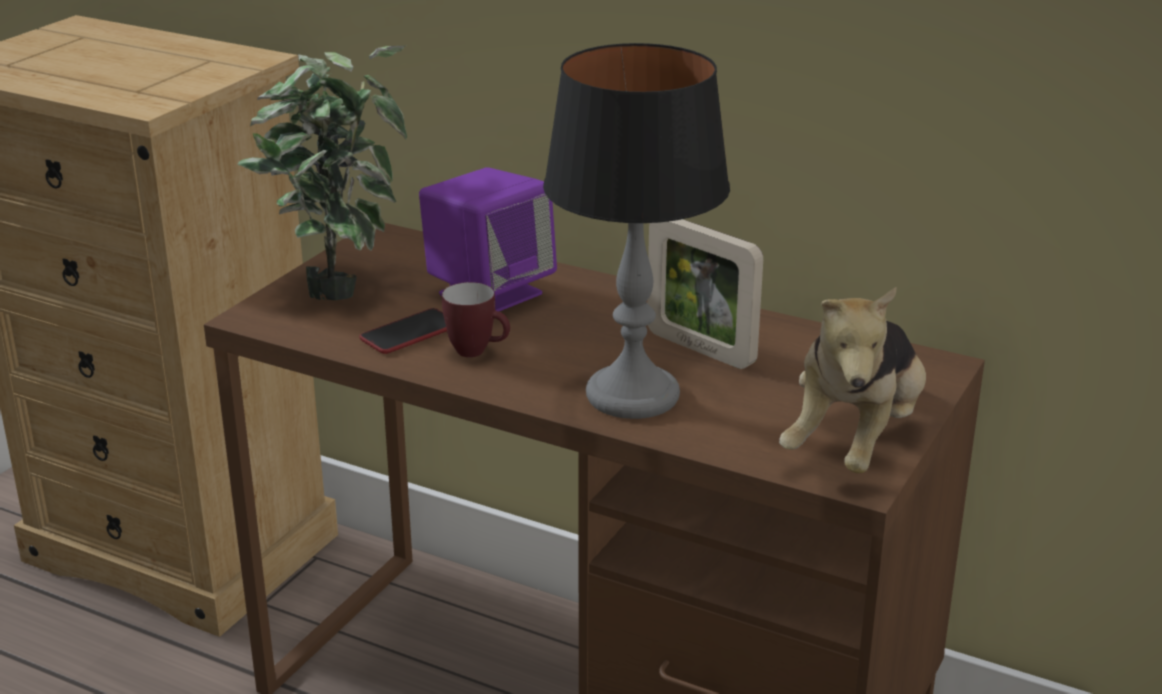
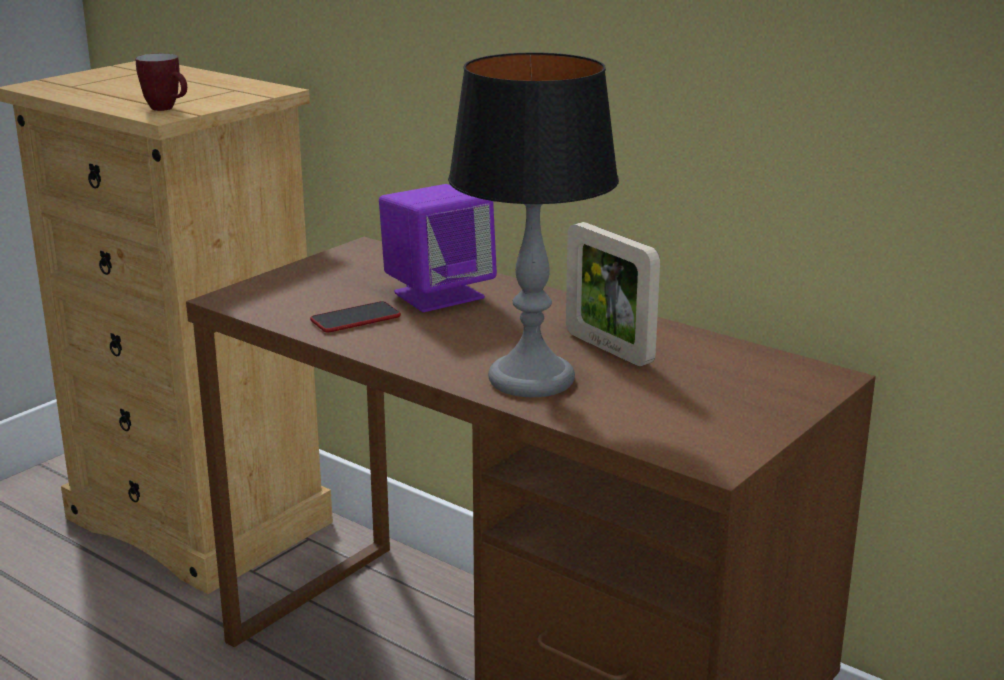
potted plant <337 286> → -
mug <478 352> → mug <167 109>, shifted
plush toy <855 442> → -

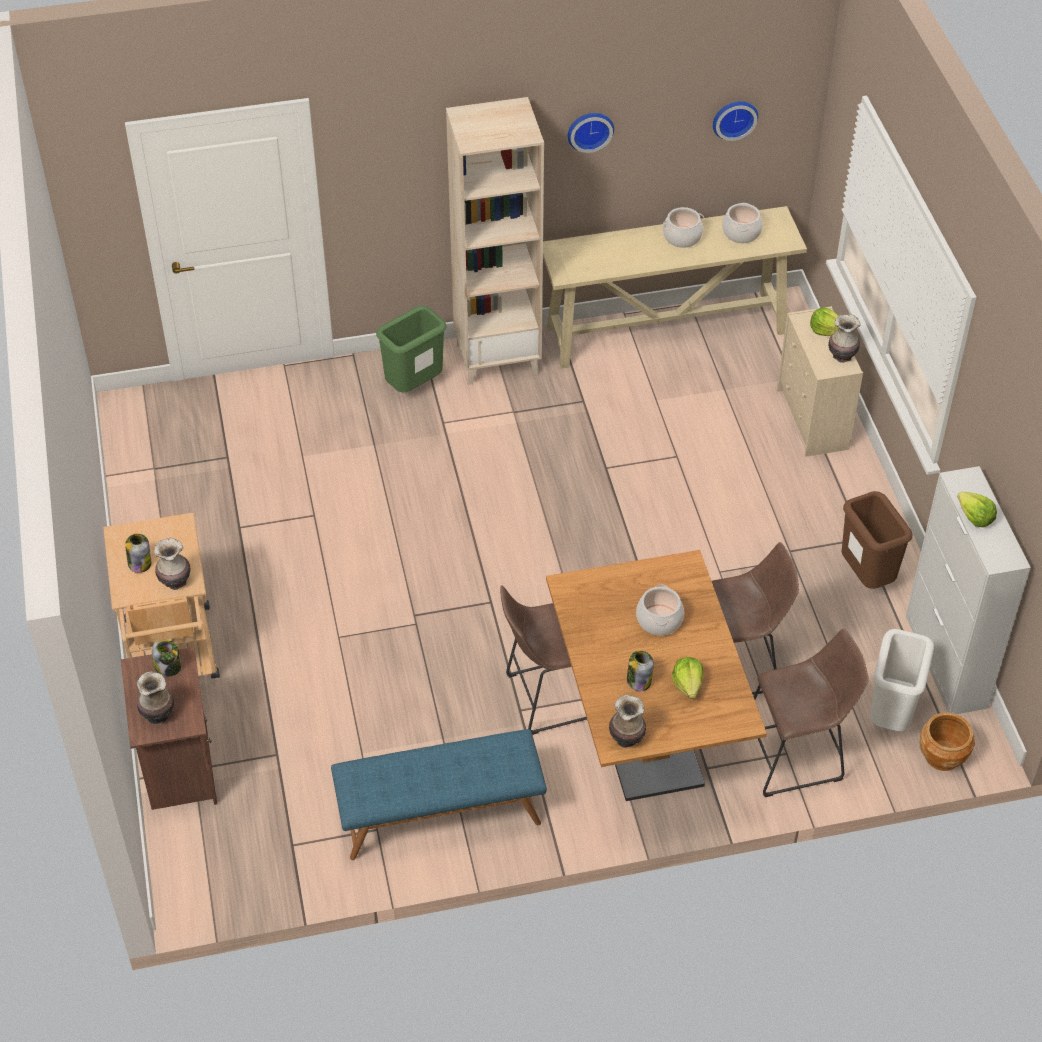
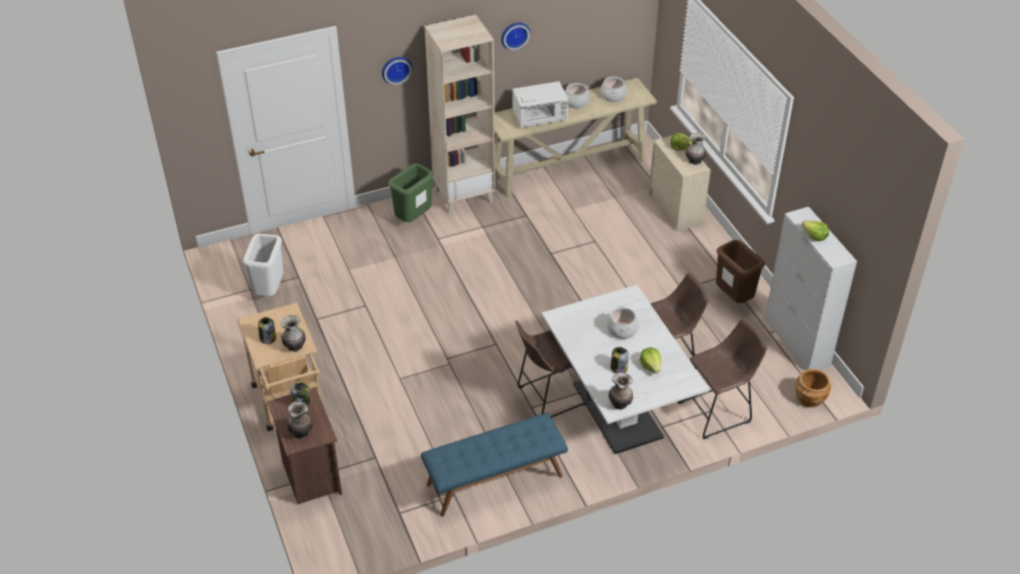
wall clock <734 118> → wall clock <396 69>, shifted
dining table (brown) <646 733> → dining table (white) <617 410>
trash can (white) <890 715> → trash can (white) <269 291>, shifted
- → microwave (white) <540 118>

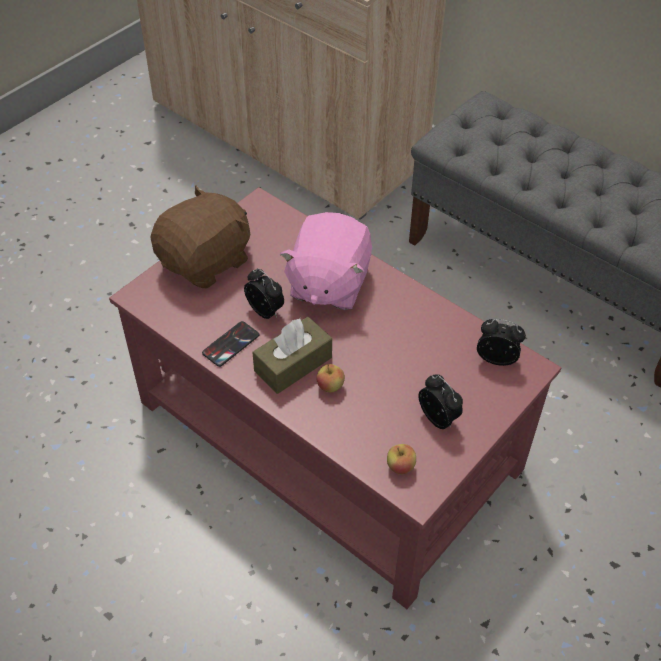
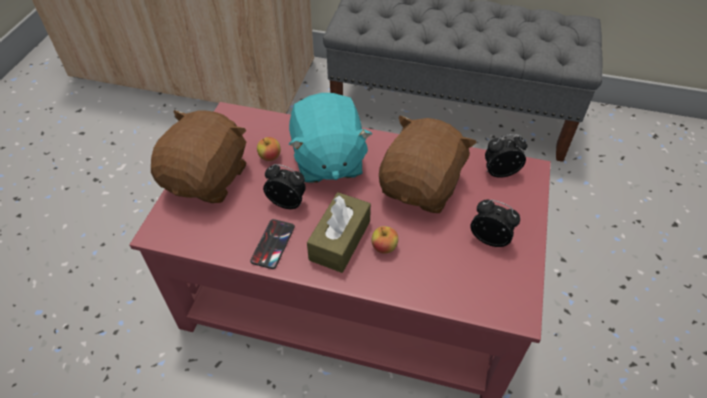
plush toy (pink) <328 284> → plush toy (turquoise) <327 160>
apple <400 466> → apple <270 157>, shifted
- → plush toy (brown) <421 187>

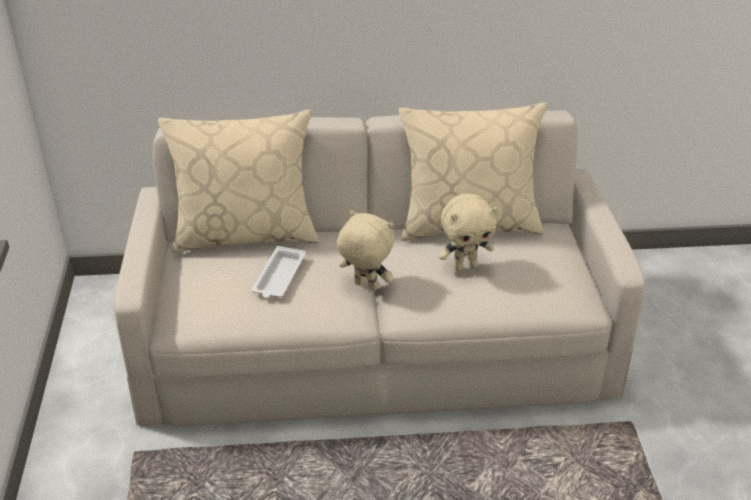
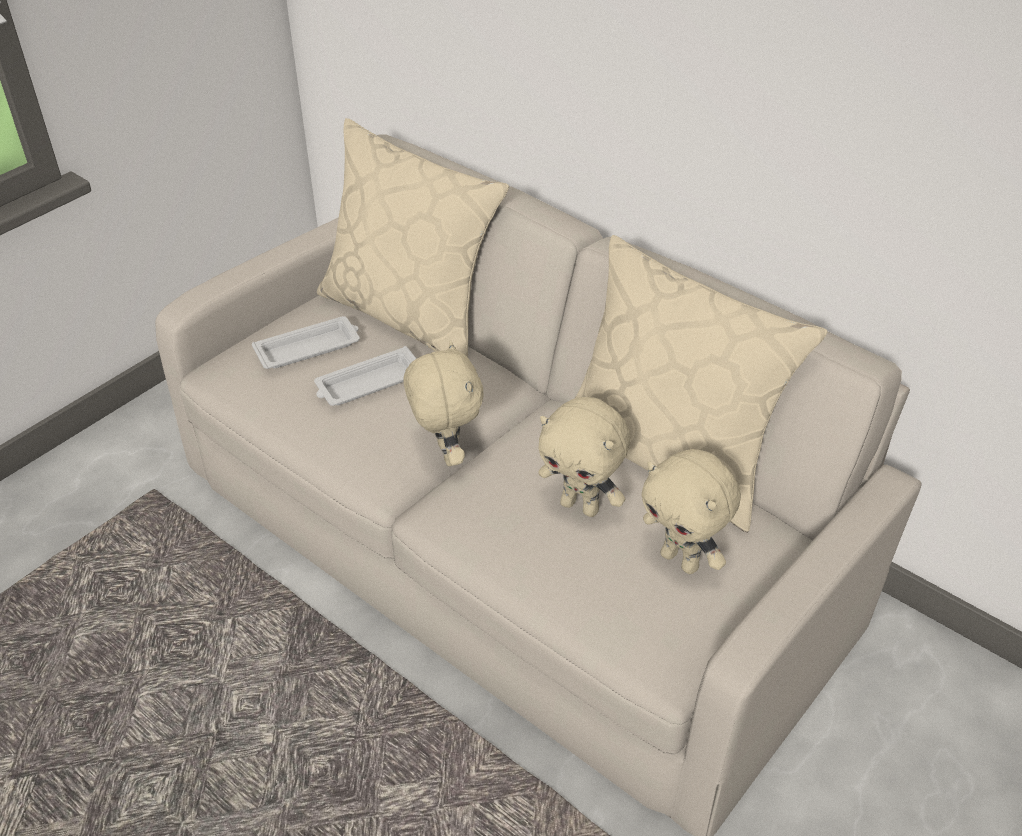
- → tray (white) <309 348>
- → plush toy (beige) <681 560>

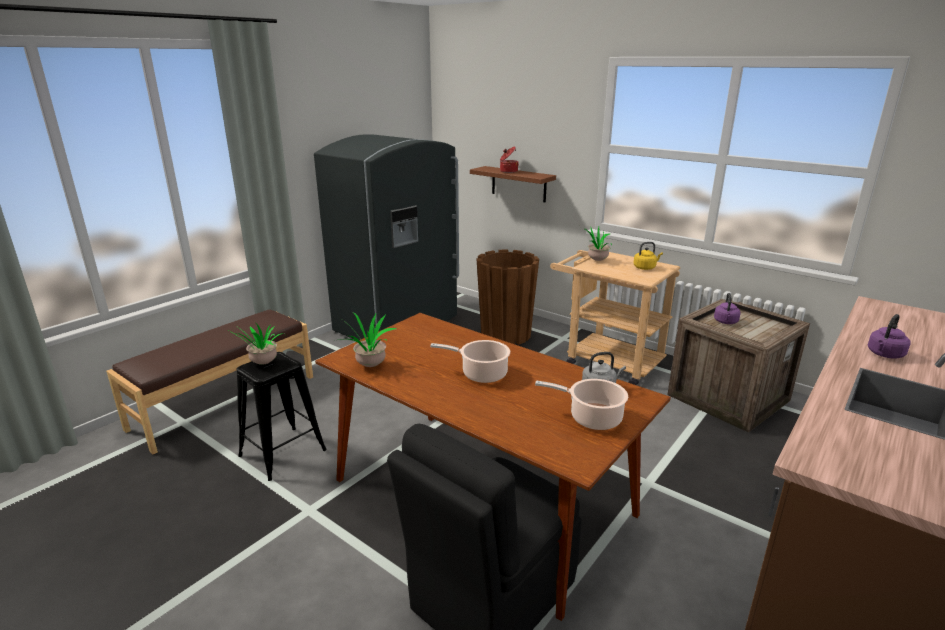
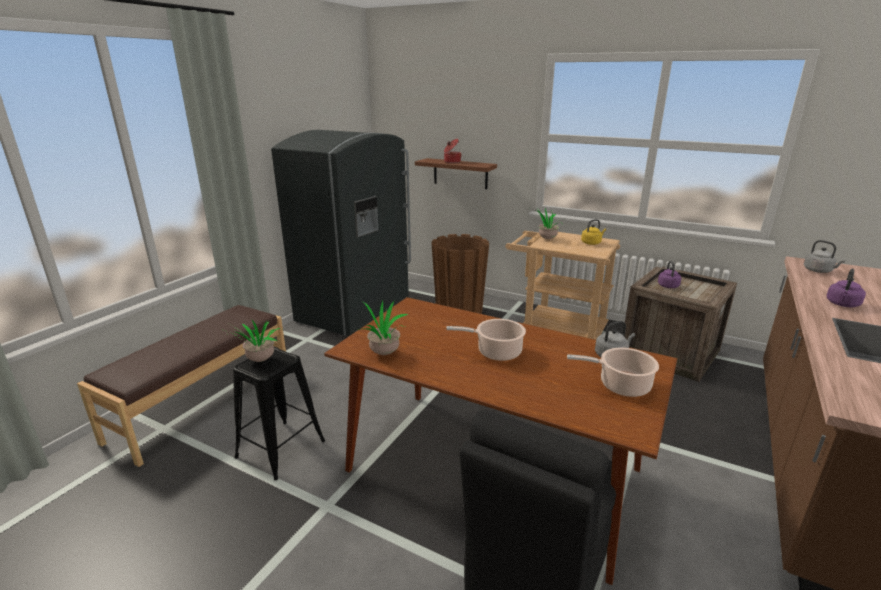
- → kettle (grey) <819 271>

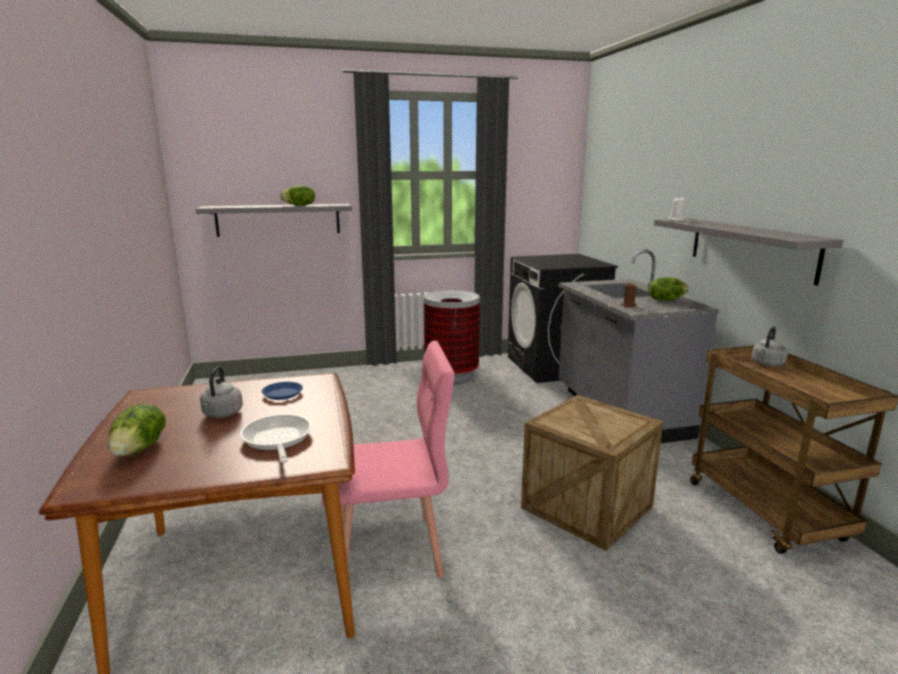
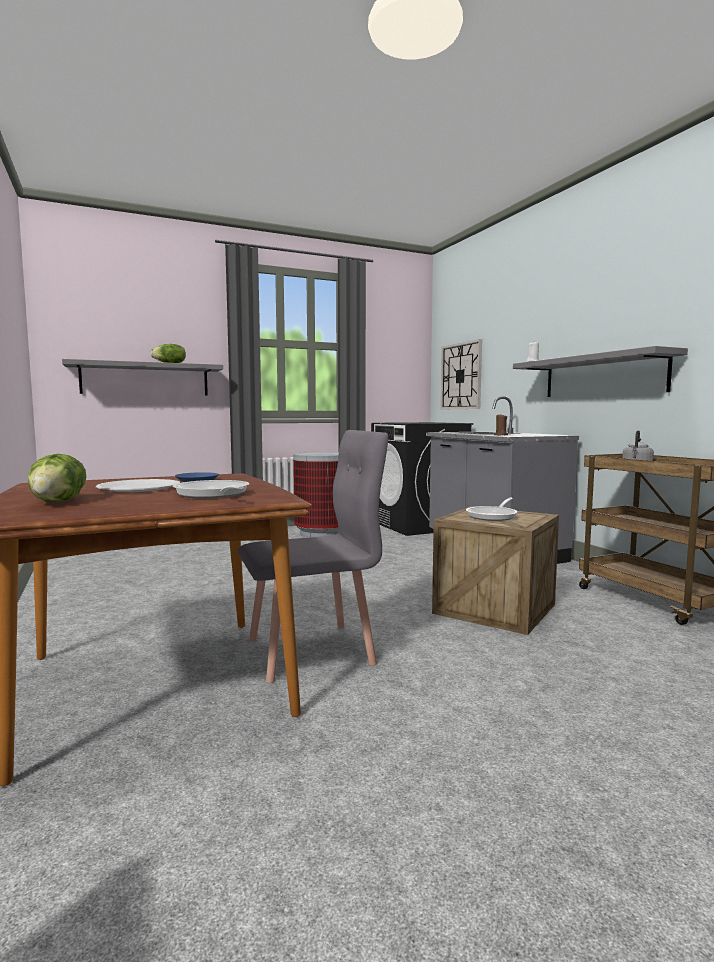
lettuce <666 300> → -
chair (pink) <389 551> → chair (grey) <311 651>
kettle (grey) <222 414> → plate (white) <139 488>
- → wall clock <461 376>
- → frying pan <493 516>

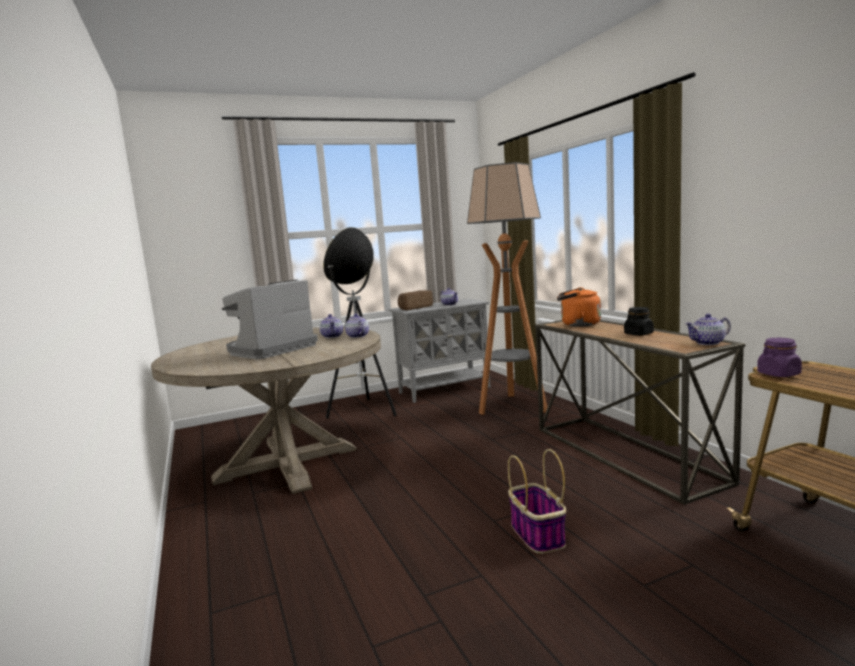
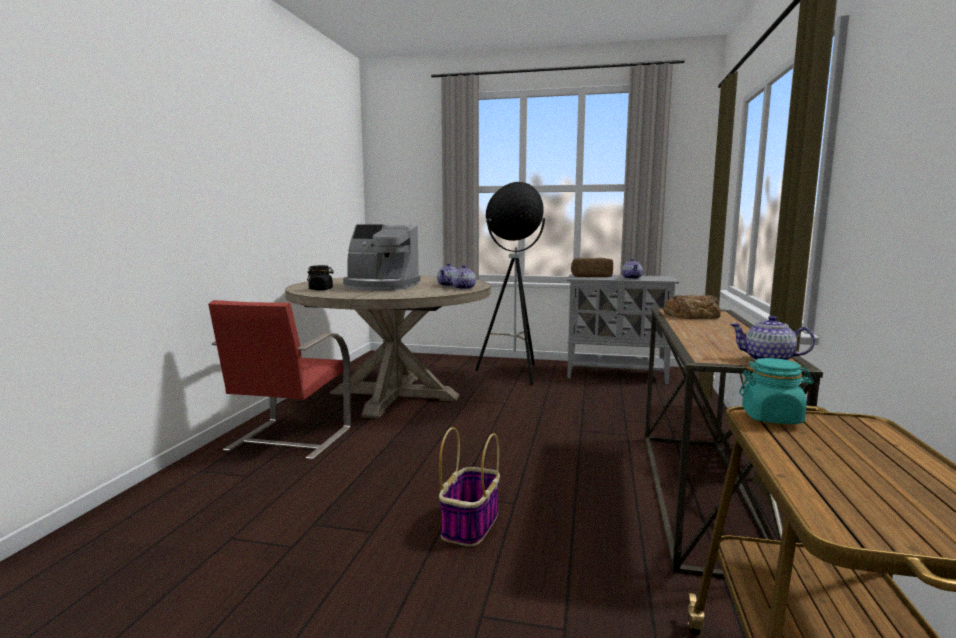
floor lamp <512 406> → -
coffee machine <270 350> → coffee machine <380 286>, 150 degrees counterclockwise
kettle (orange) <578 324> → bread <692 315>
jar (black) <638 334> → jar (black) <321 289>, shifted
jar (purple) <778 374> → jar (turquoise) <772 417>
- → chair (red) <288 439>

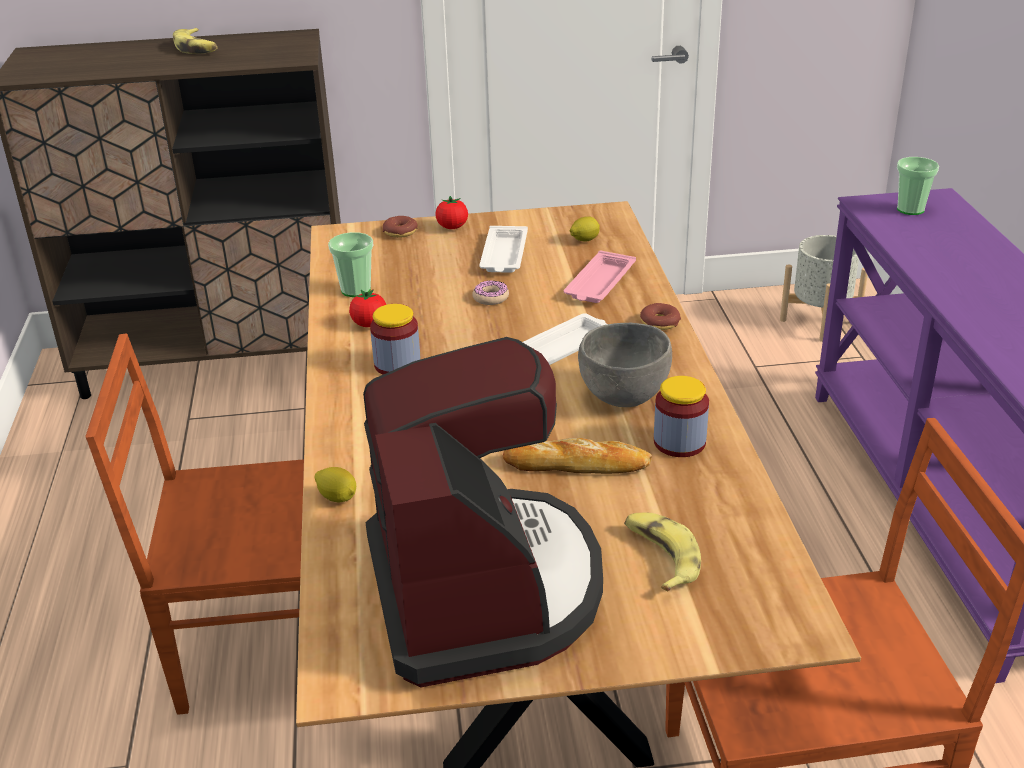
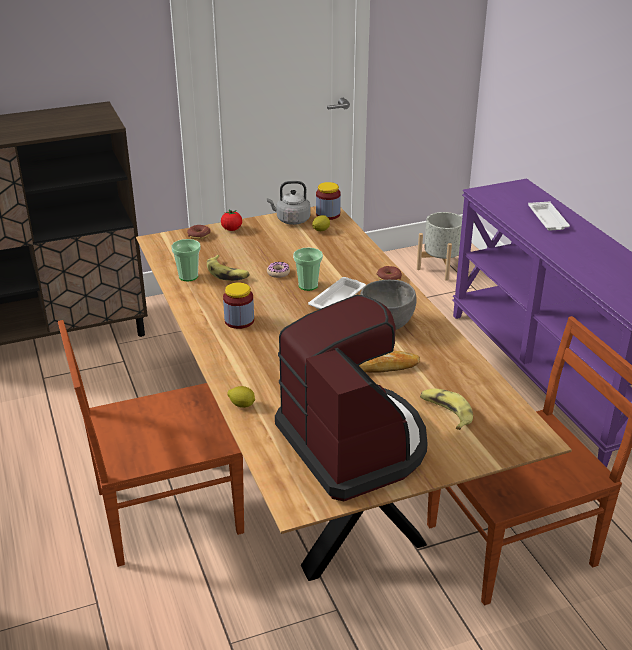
banana <197 48> → banana <227 273>, shifted
cup <910 209> → cup <308 285>, shifted
tray (white) <504 255> → tray (white) <548 220>, shifted
tray (pink) <599 284> → -
tomato <369 324> → -
jar <679 442> → jar <328 214>, shifted
- → kettle (grey) <291 220>

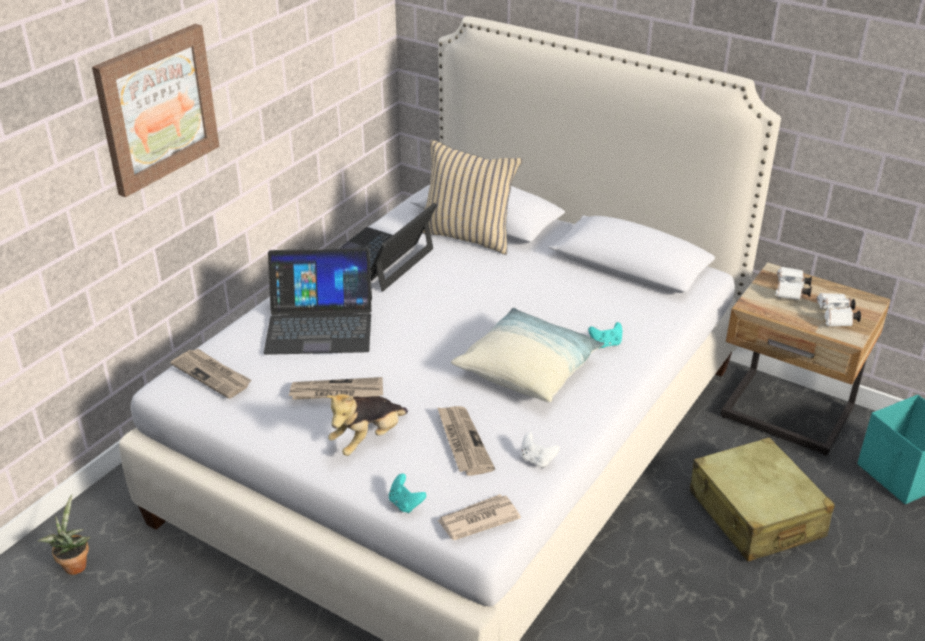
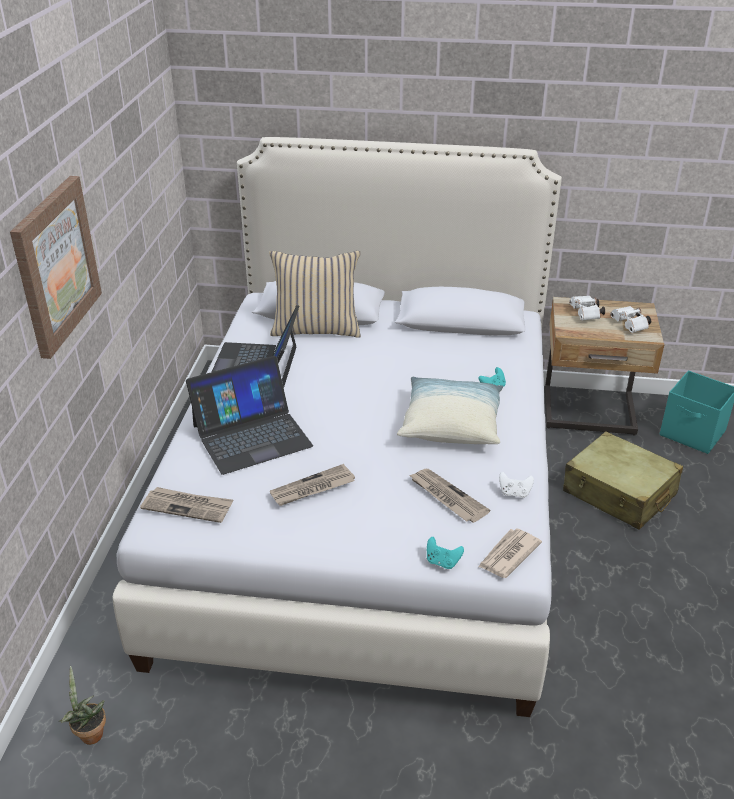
plush toy <368 439> → -

